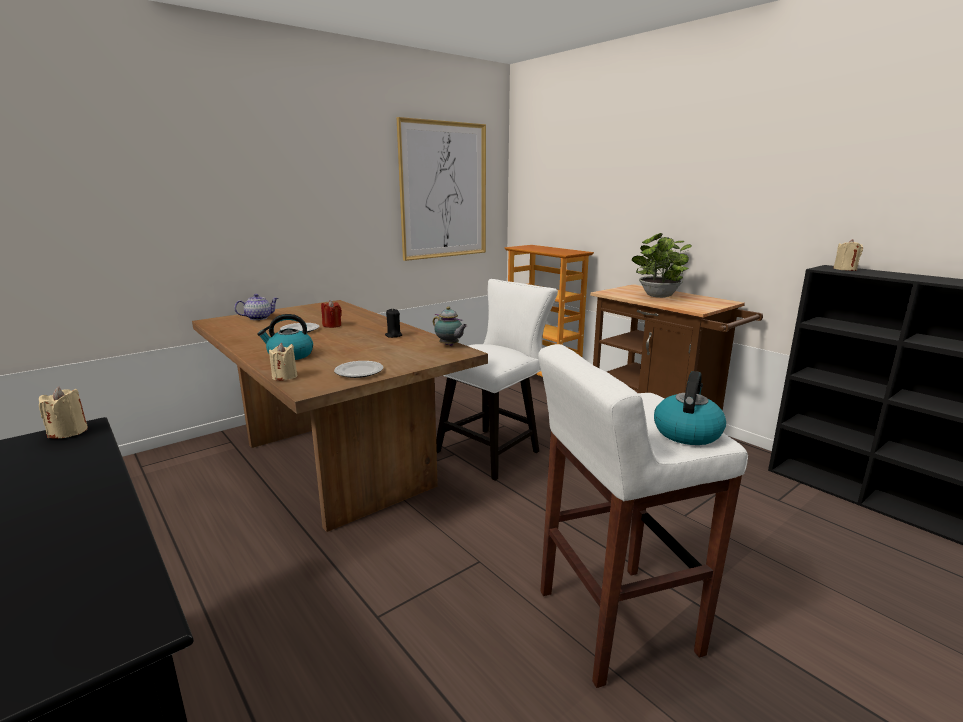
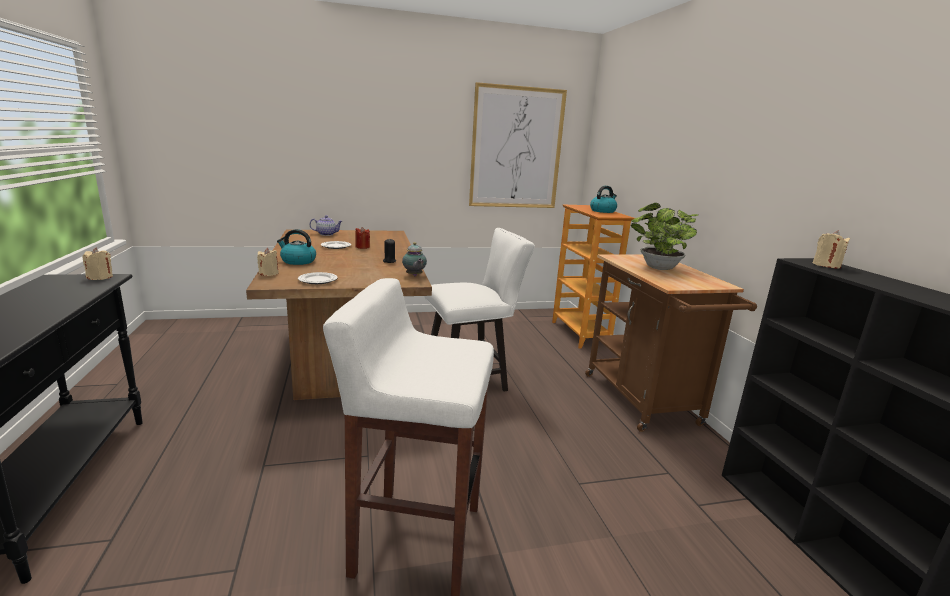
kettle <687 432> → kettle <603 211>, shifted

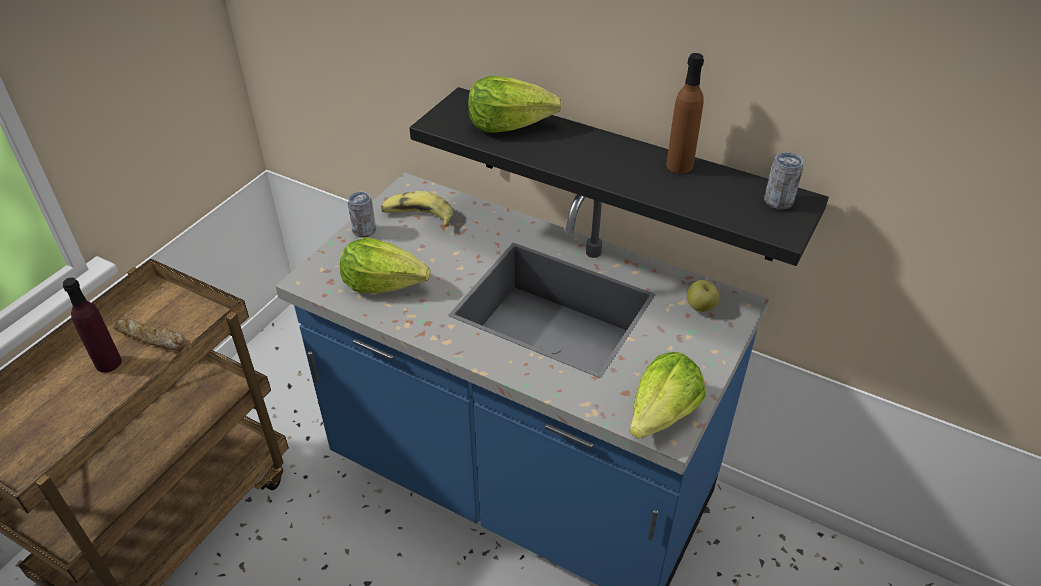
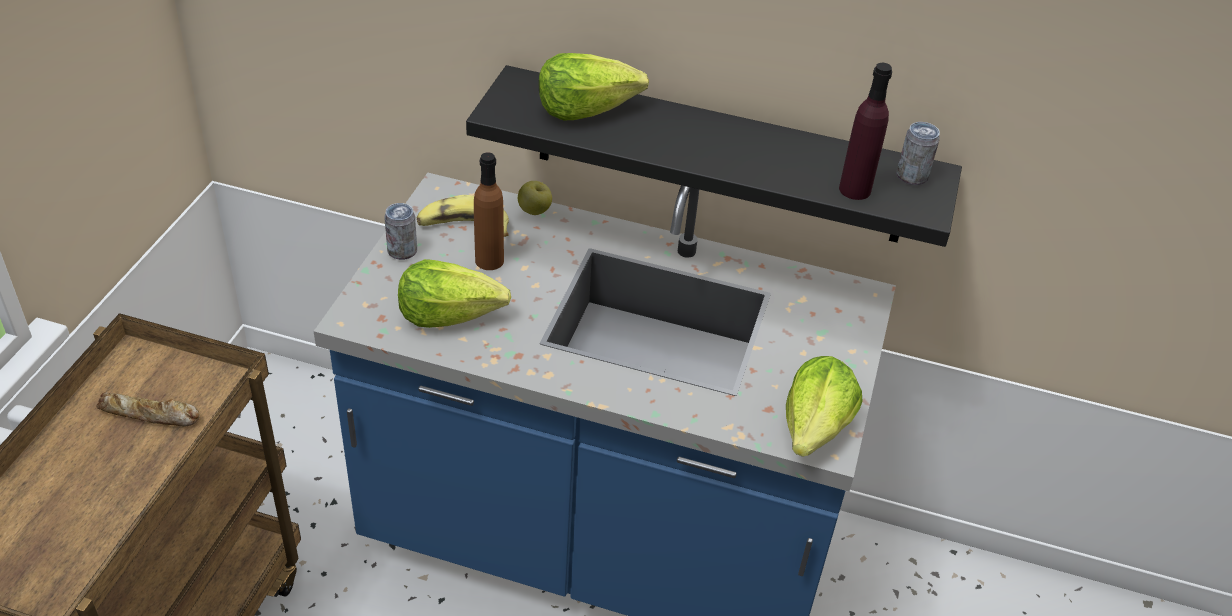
bottle (brown) <679 165> → bottle (brown) <489 260>, shifted
bottle (purple) <108 363> → bottle (purple) <854 190>, shifted
apple <700 307> → apple <534 211>, shifted

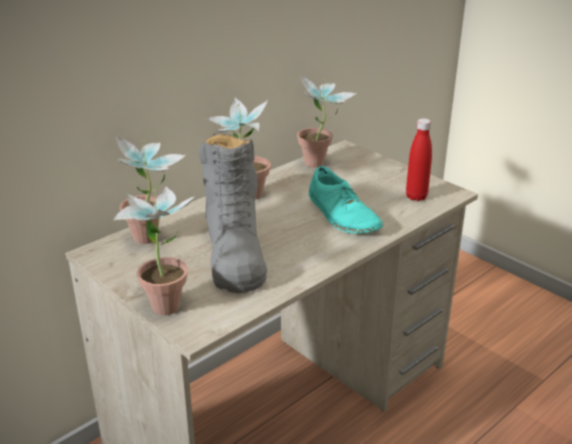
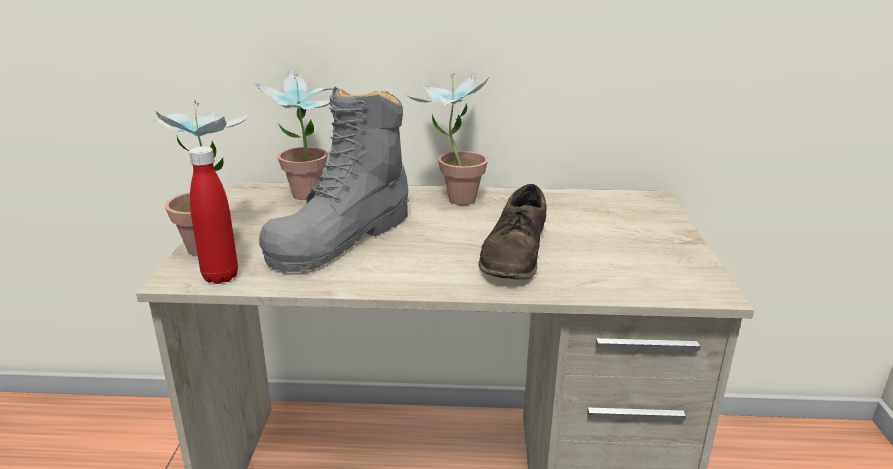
potted plant <320 165> → -
bottle (red) <416 197> → bottle (red) <220 277>, shifted
shoe (turquoise) <343 215> → shoe (brown) <515 253>

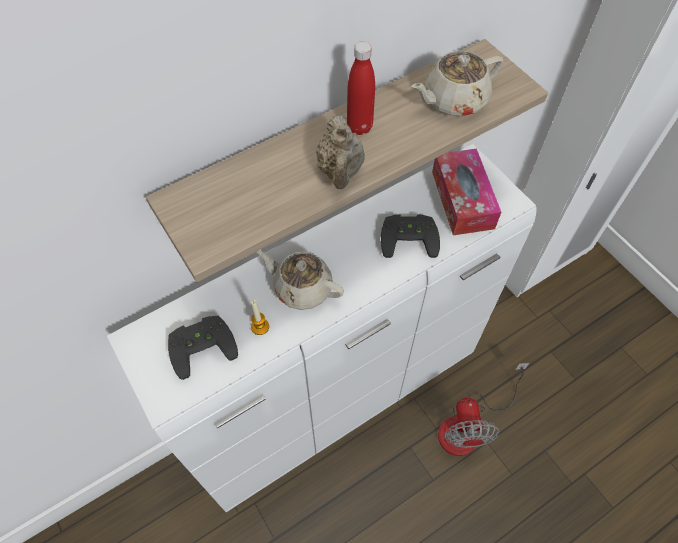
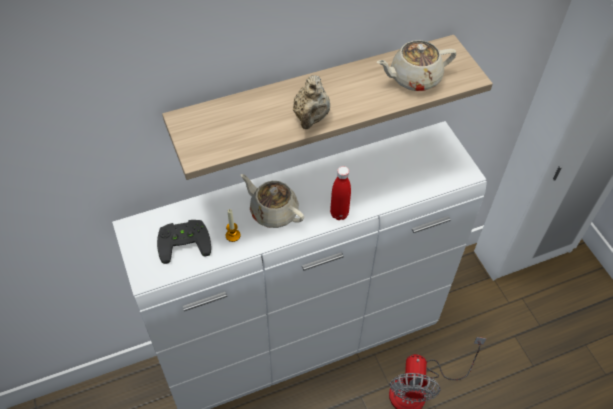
bottle (red) <359 127> → bottle (red) <339 214>, shifted
tissue box <462 199> → -
game controller (black) <409 236> → -

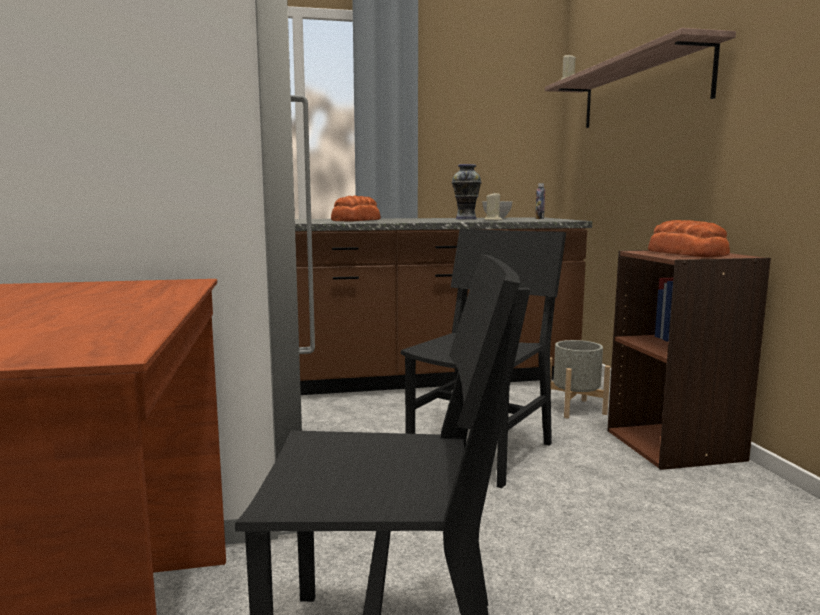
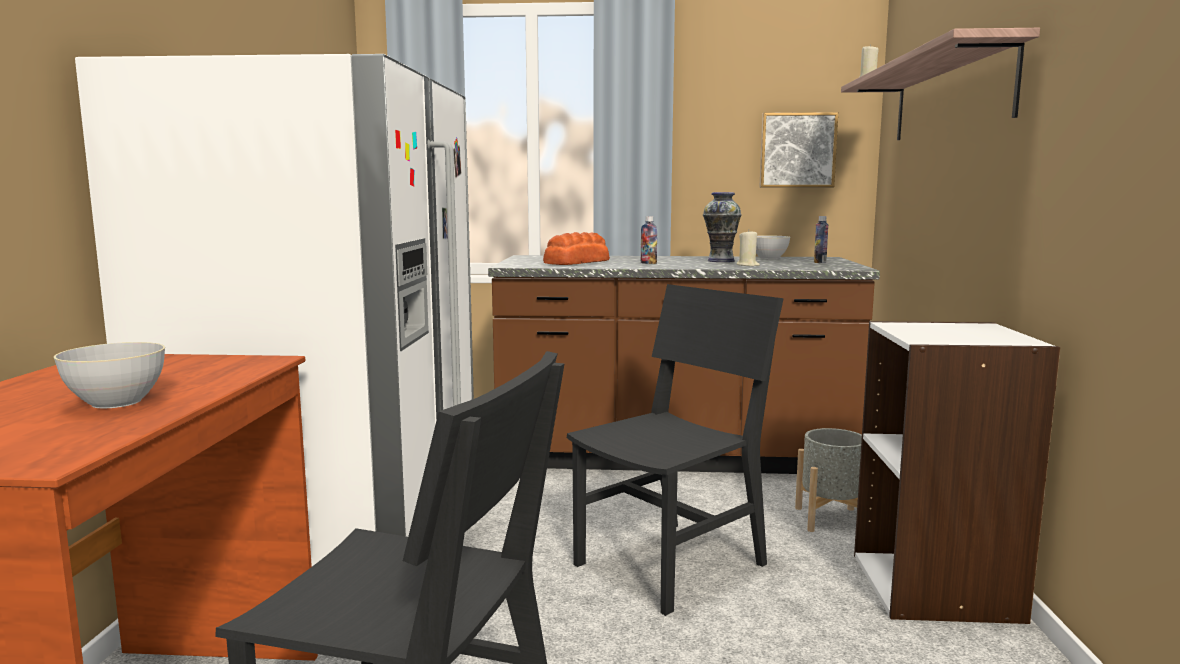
bread <686 253> → -
bookcase (brown) <675 445> → bookcase (white) <936 587>
- → picture <797 150>
- → bottle <648 263>
- → bowl (grey) <116 402>

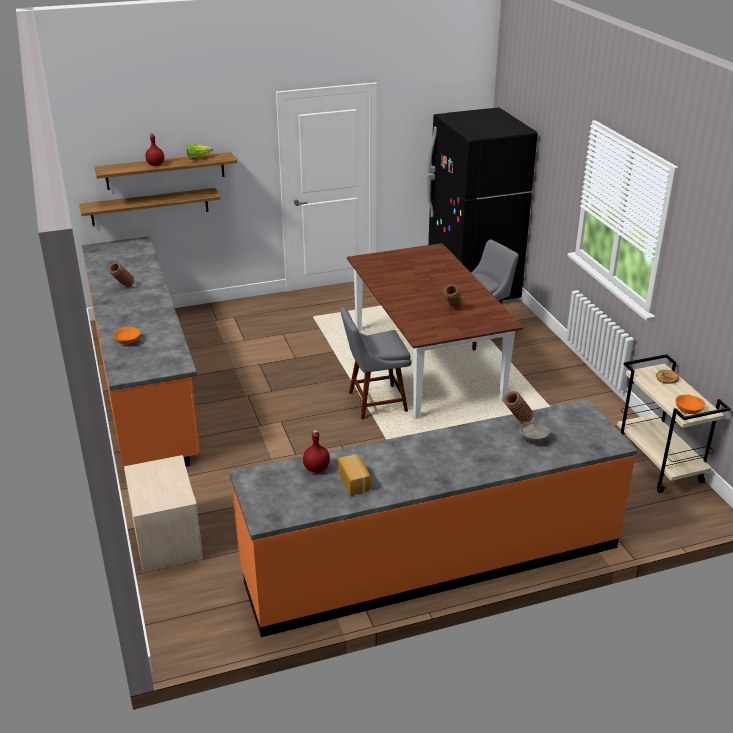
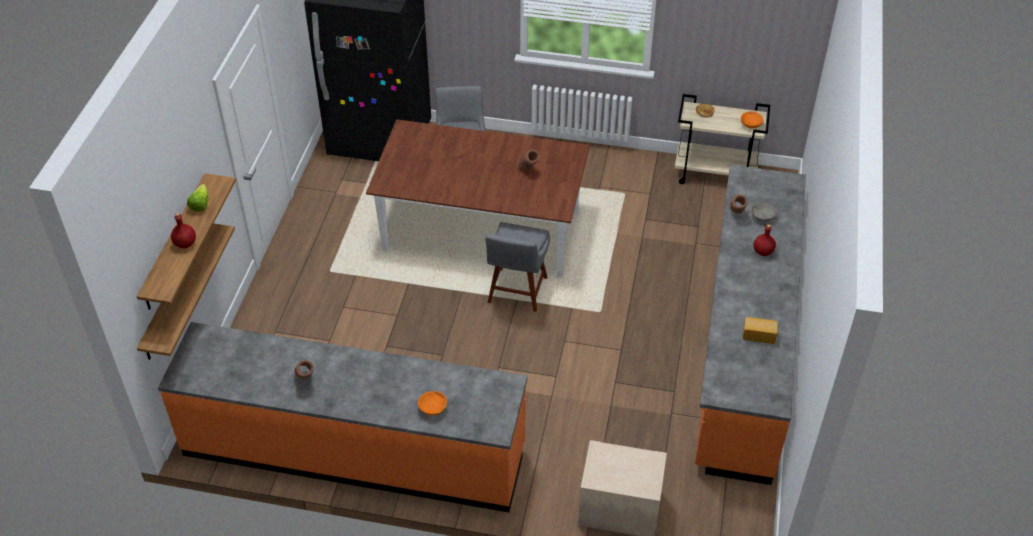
bottle (red) <316 469> → bottle (red) <763 252>, shifted

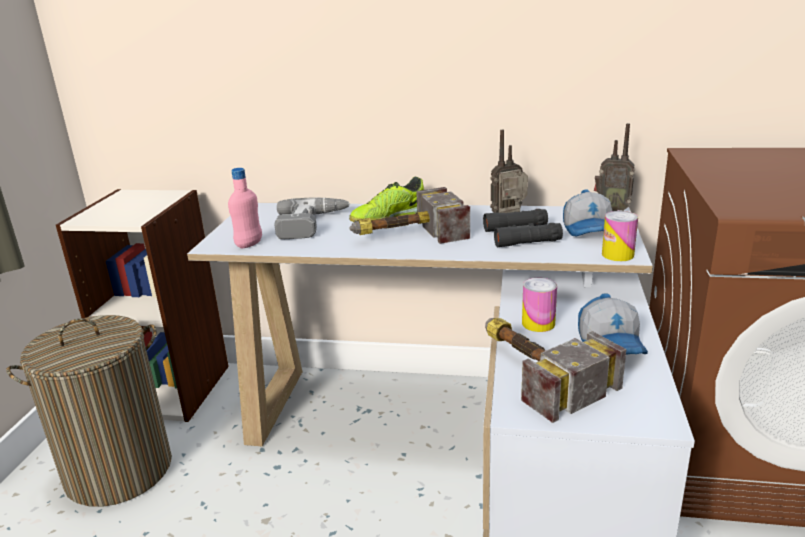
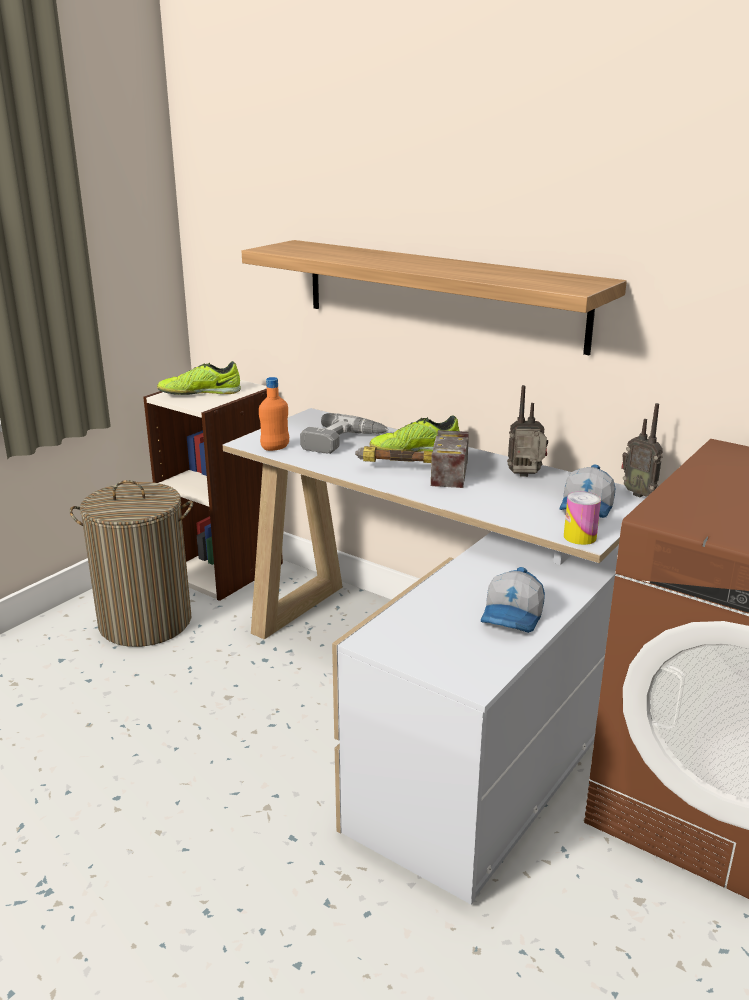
bottle (pink) <249 244> → bottle (orange) <275 448>
binoculars (black) <521 235> → -
can <538 323> → -
hammer <533 369> → -
- → shelf <440 294>
- → shoe <200 393>

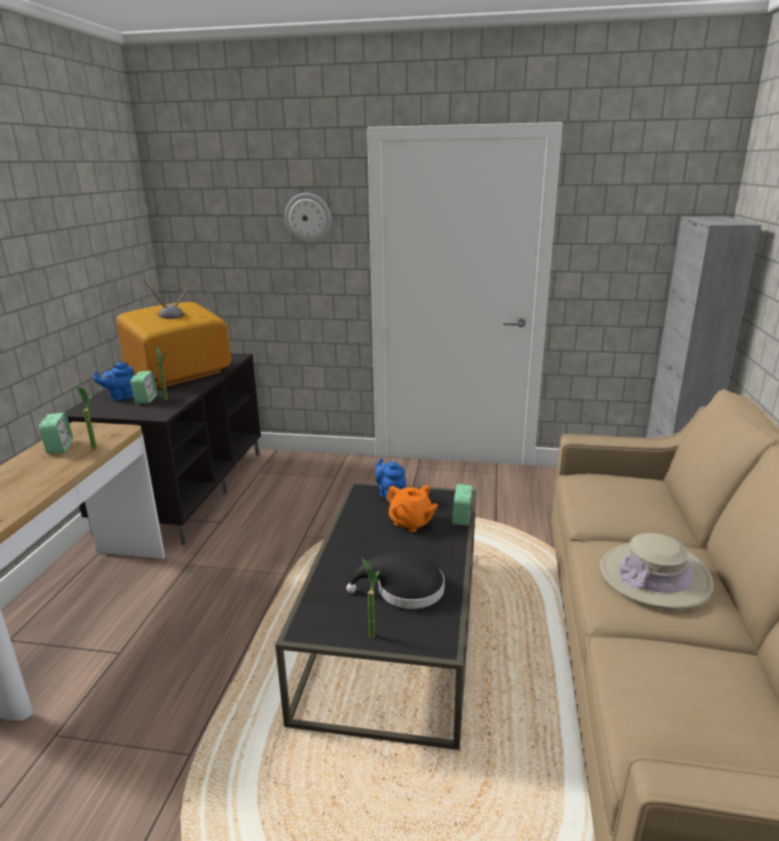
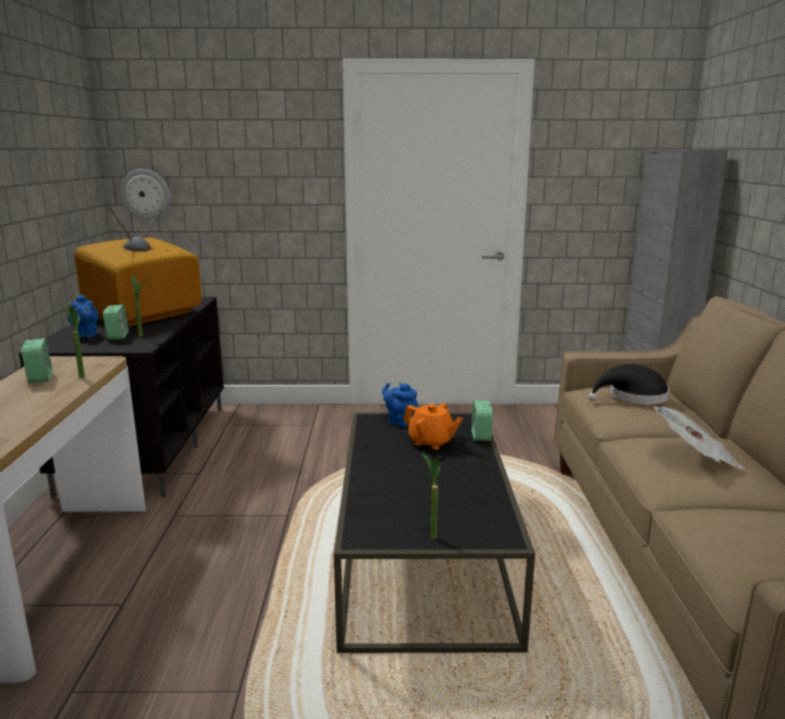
wall clock <308 218> → wall clock <145 194>, shifted
teapot (blue) <120 397> → teapot (blue) <86 335>, 75 degrees counterclockwise
hat (beige) <654 576> → newspaper <695 458>
hat (black) <404 590> → hat (black) <633 397>, shifted

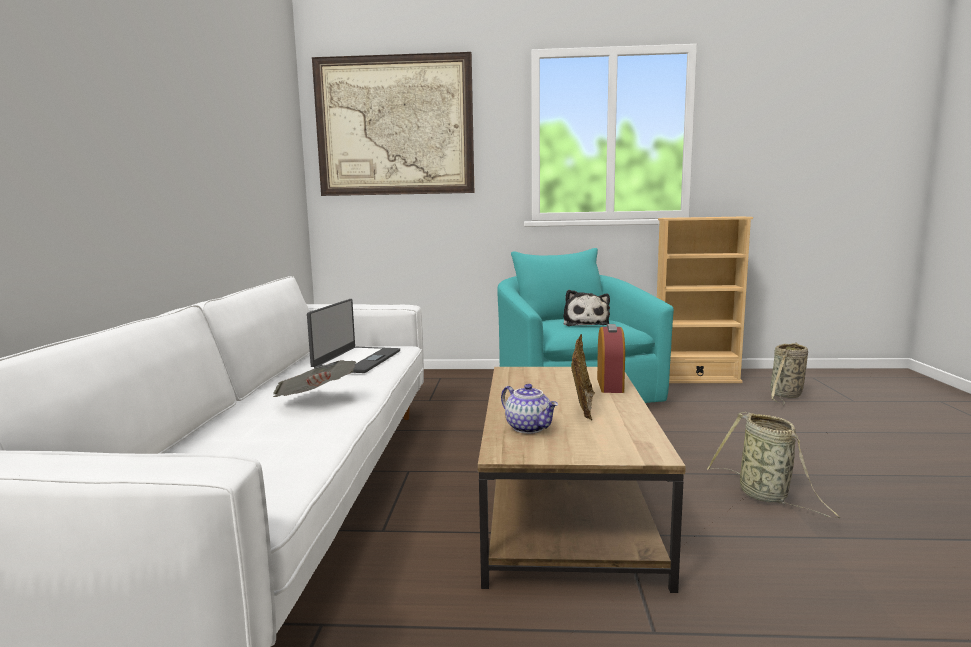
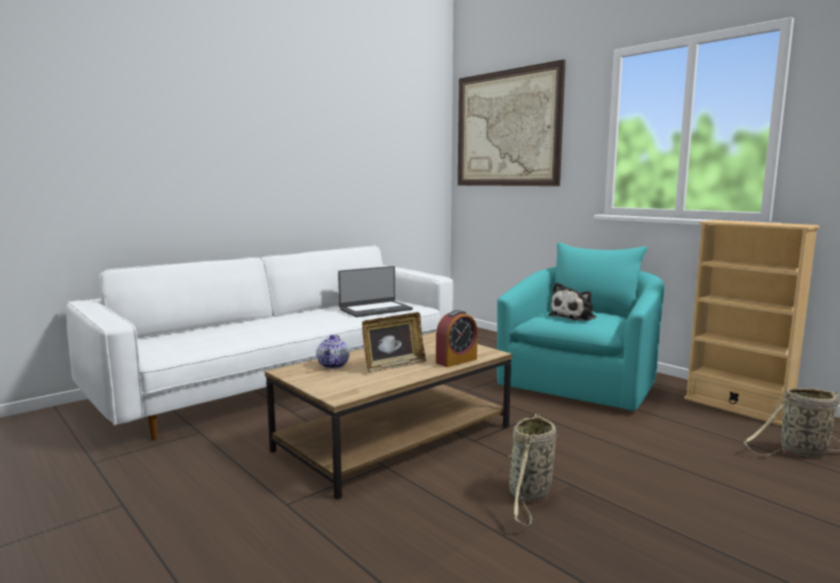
newspaper <316 401> → -

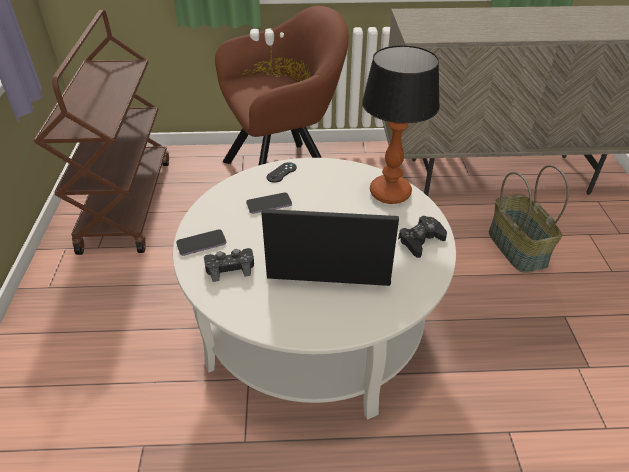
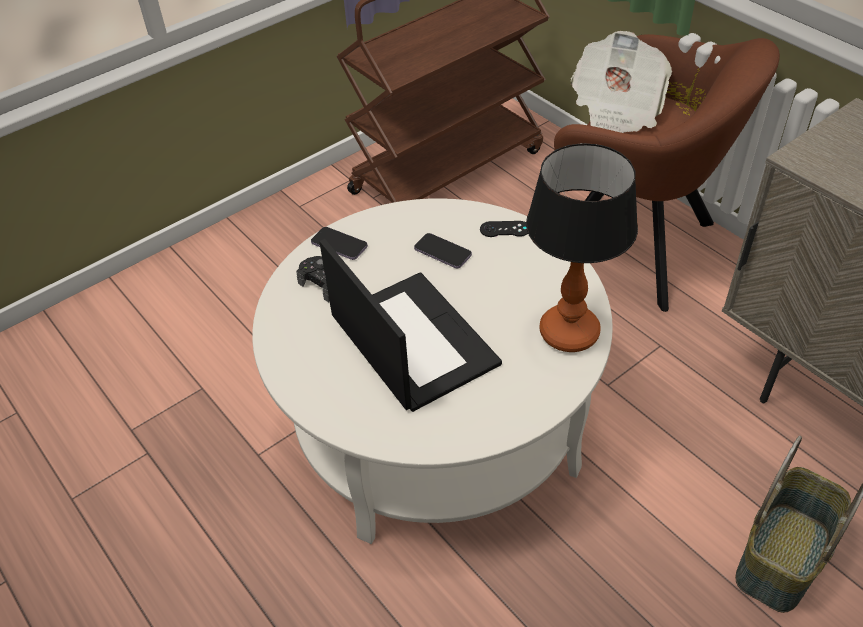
game controller (black) <420 240> → -
- → newspaper <616 110>

